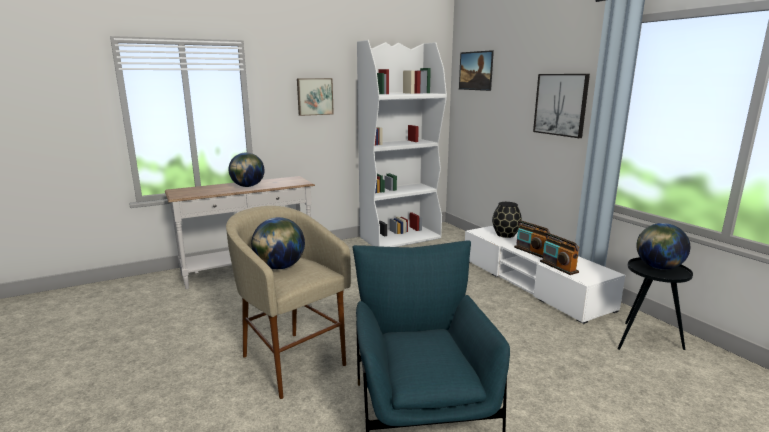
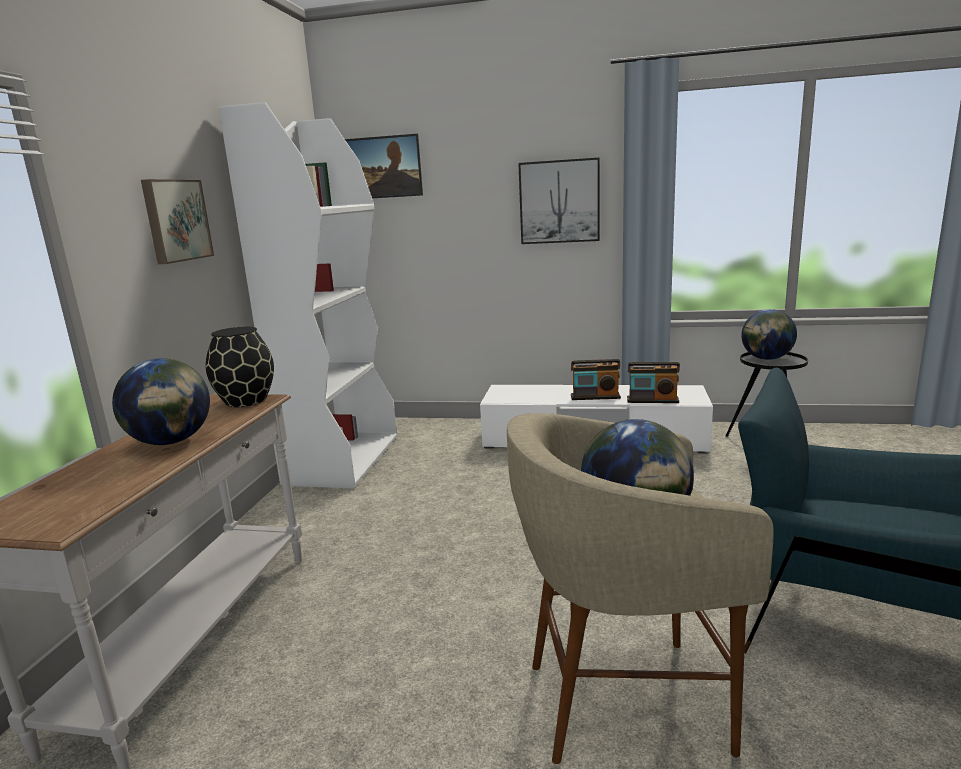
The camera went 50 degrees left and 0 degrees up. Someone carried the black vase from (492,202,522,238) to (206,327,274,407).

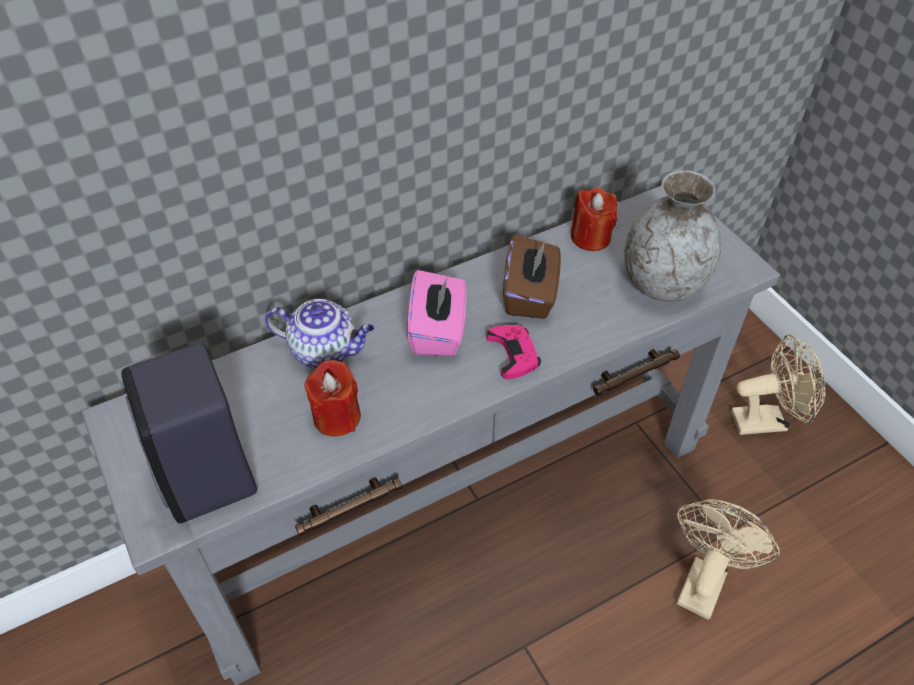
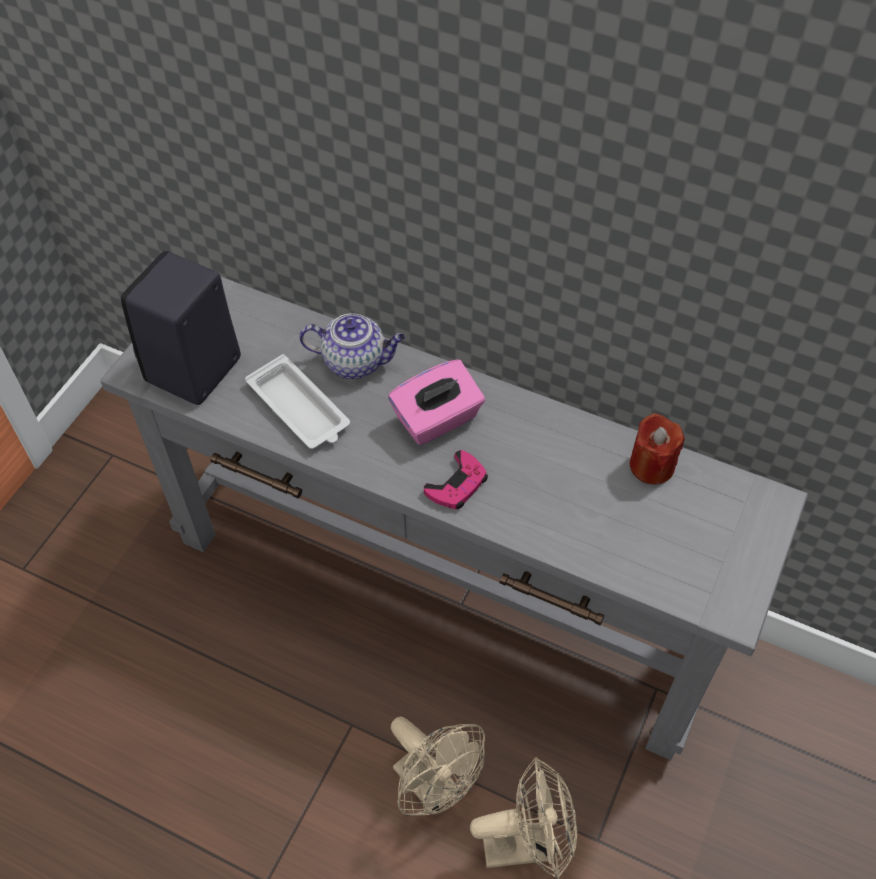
The camera went 55 degrees right and 5 degrees up. Someone swapped the red candle at (304,360,361,437) for the white tray at (245,354,350,449). Someone rotated the teapot at (265,299,374,368) by 60 degrees counterclockwise. Someone carried the beige fan from (731,334,826,435) to (391,717,485,816). Someone took away the brown tissue box at (503,234,561,319). Someone took away the grey vase at (624,170,721,302).

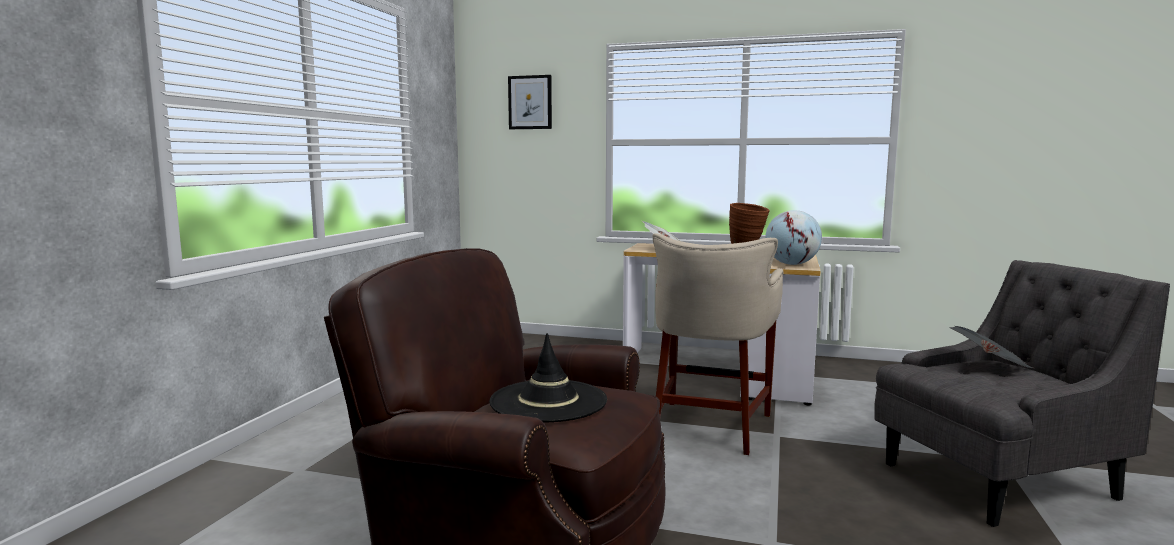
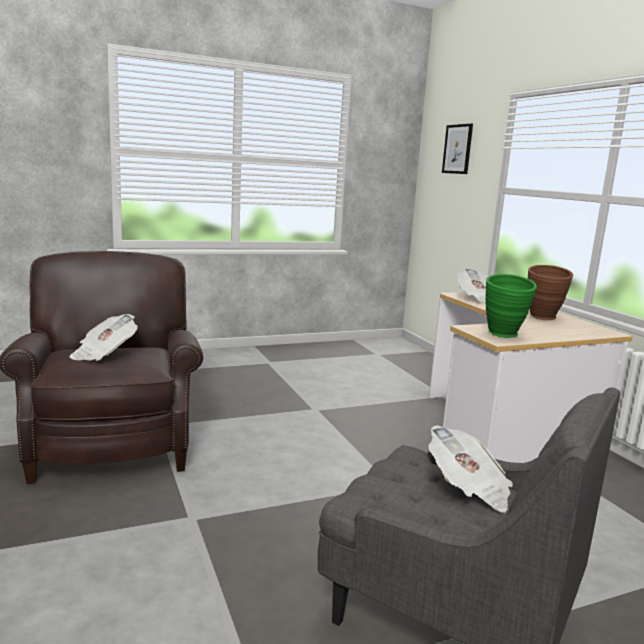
The camera went 50 degrees right and 5 degrees up. Someone swapped the black hat at (489,333,607,422) for the newspaper at (69,314,138,361). Someone swapped the globe at (765,210,822,265) for the green vase at (485,274,537,338). Someone took away the beige stool at (653,233,783,455).

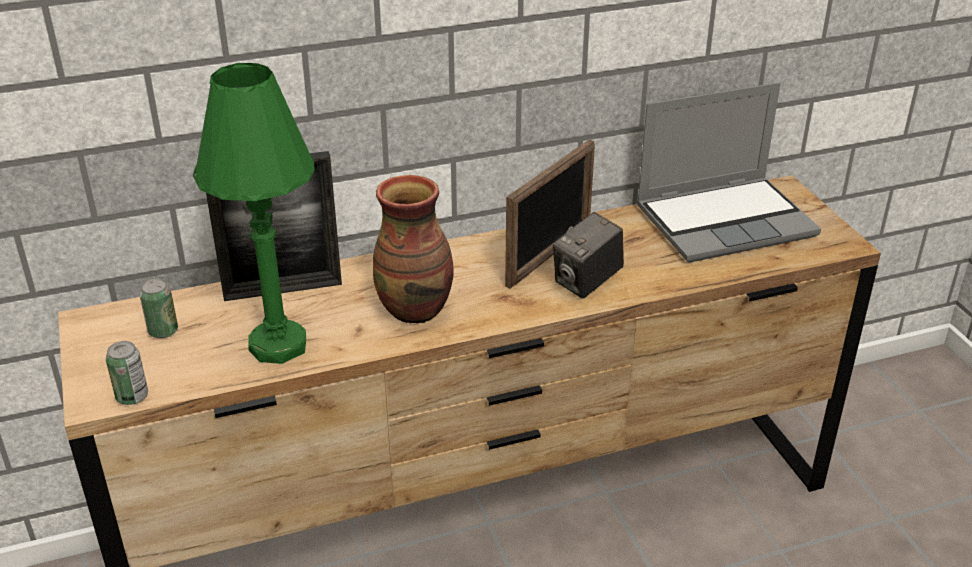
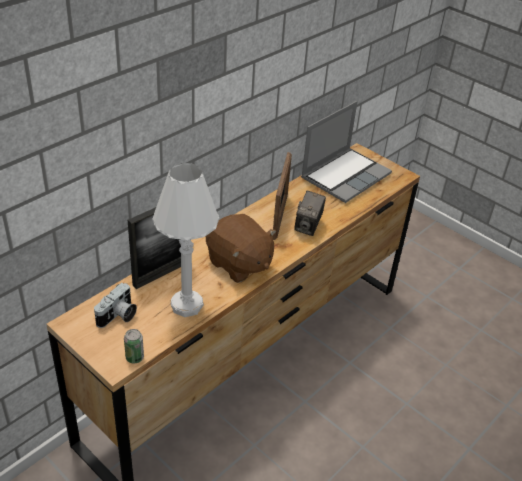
The camera went 30 degrees left and 5 degrees up. Someone swapped the can at (139,278,178,338) for the photo camera at (94,283,137,328). Someone repainted the green table lamp at (193,63,315,364), which became the white table lamp at (152,163,219,317). Someone swapped the vase at (373,175,454,324) for the brown plush toy at (206,214,276,283).

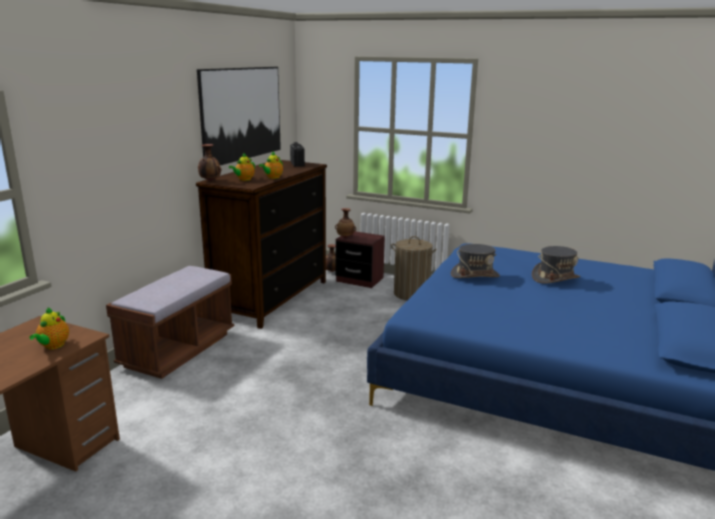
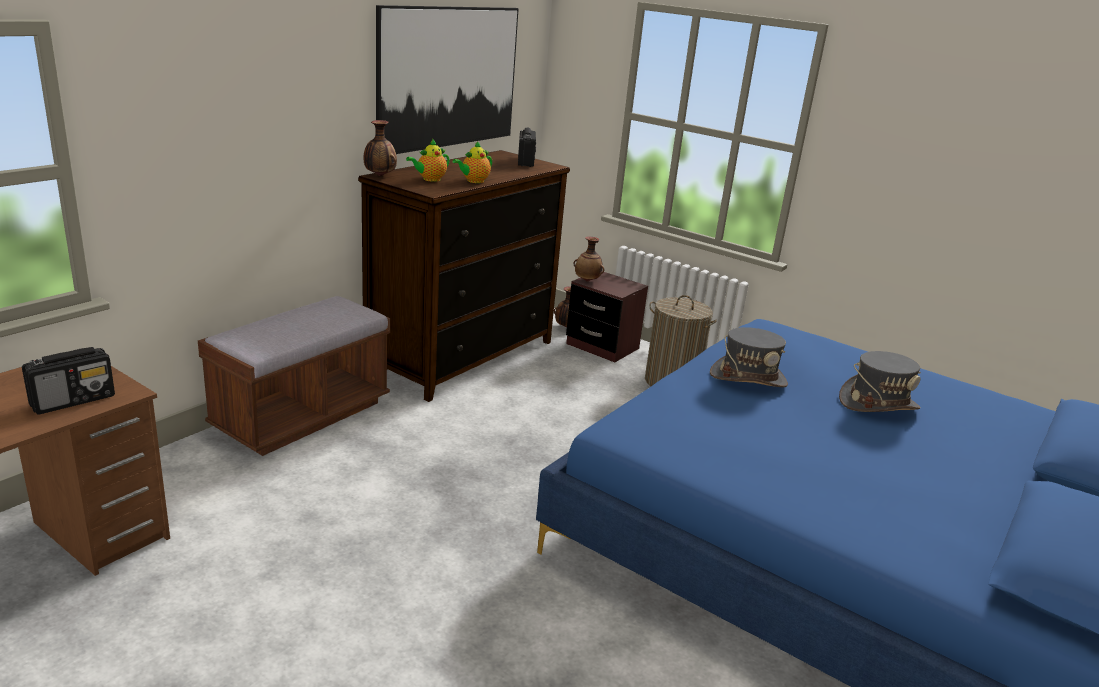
The camera went 10 degrees right and 5 degrees up. Someone swapped the teapot at (29,307,69,349) for the radio at (22,347,115,415).

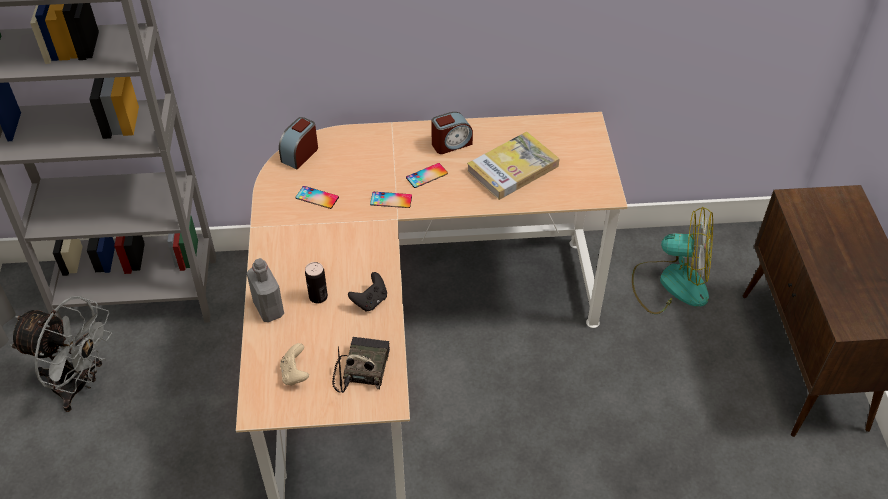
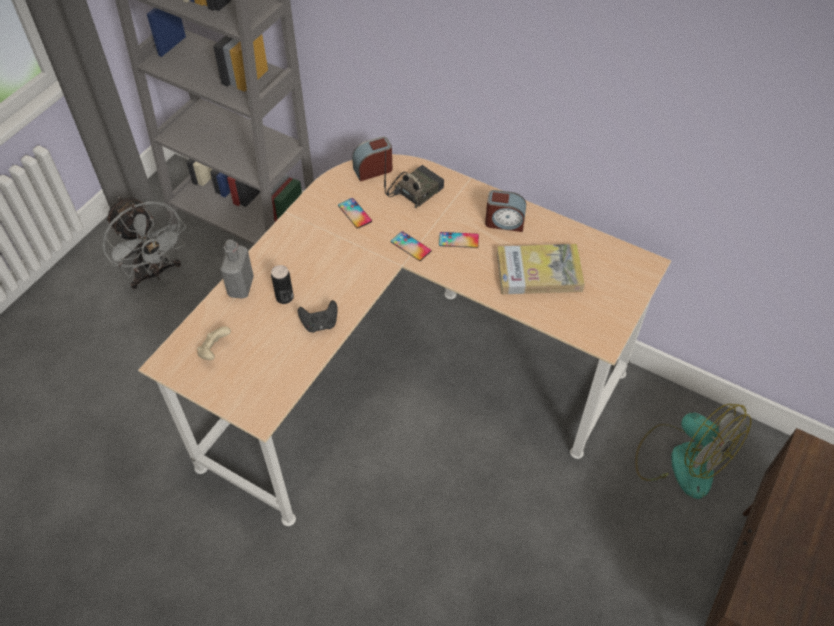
The camera went 35 degrees right and 5 degrees up. Someone carried the radio from (332,337,390,393) to (384,149,444,208).

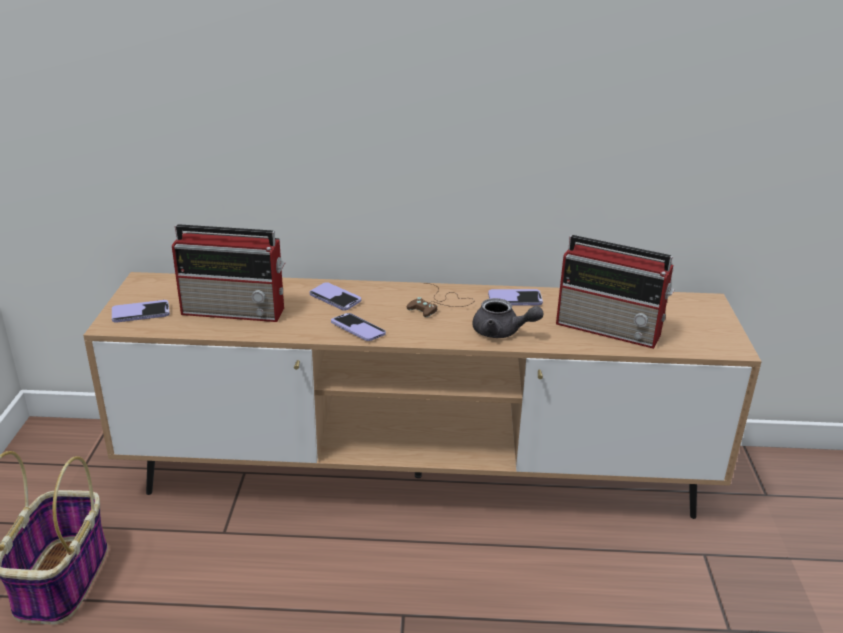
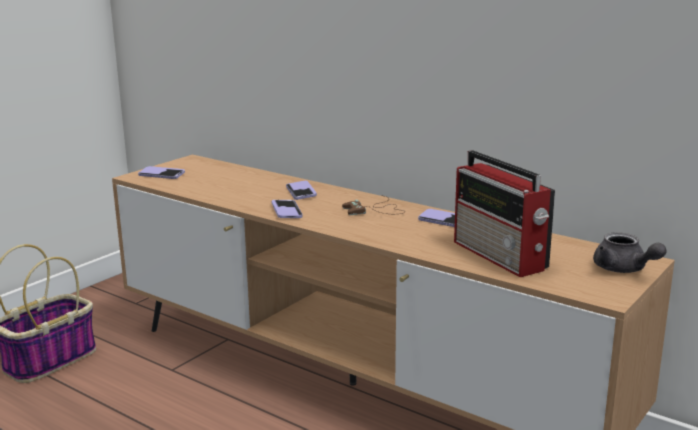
The camera went 35 degrees right and 10 degrees down. Someone carried the grey teapot from (472,298,543,338) to (593,233,667,273). Someone took away the radio at (172,224,285,322).

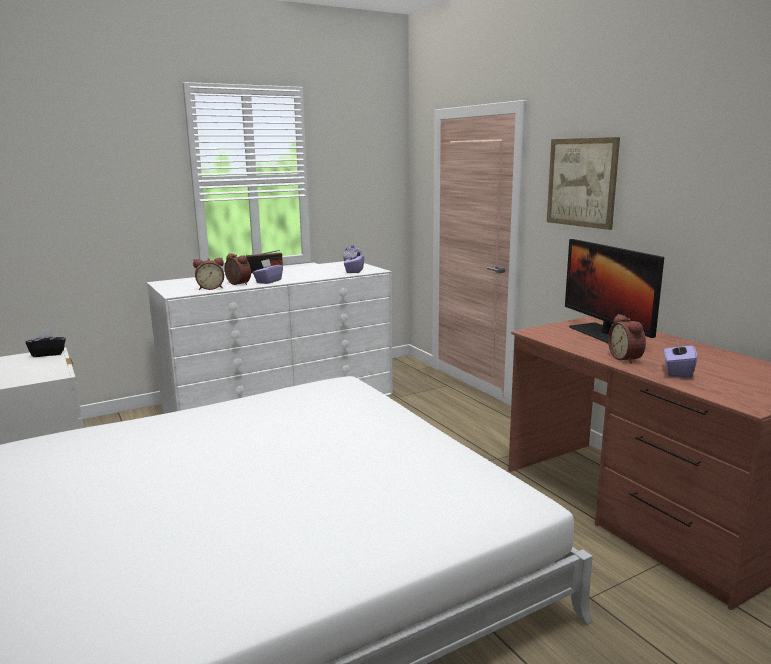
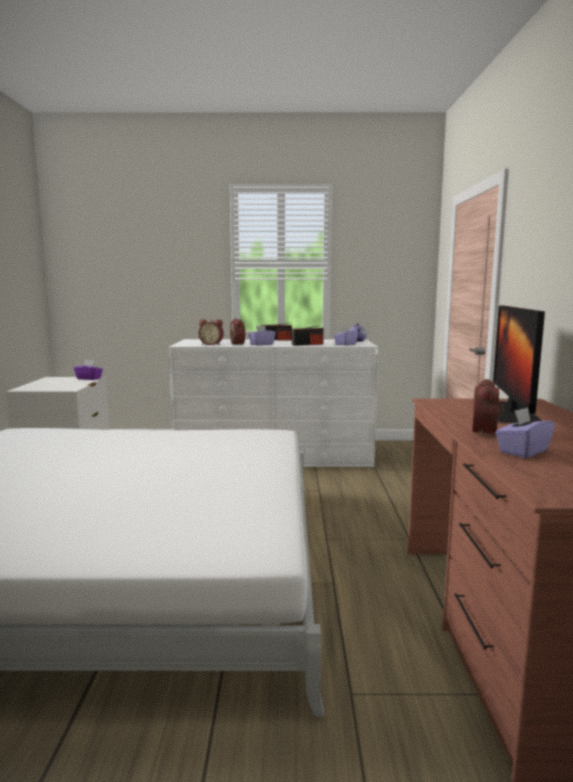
The camera went 30 degrees right and 5 degrees down. Someone repainted the black tissue box at (26,328,66,357), which became the purple tissue box at (74,360,103,380). Someone put down the radio at (292,325,324,346). Someone took away the picture at (547,137,620,230).

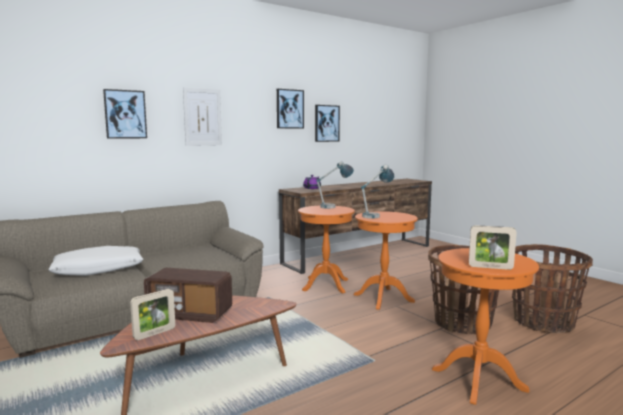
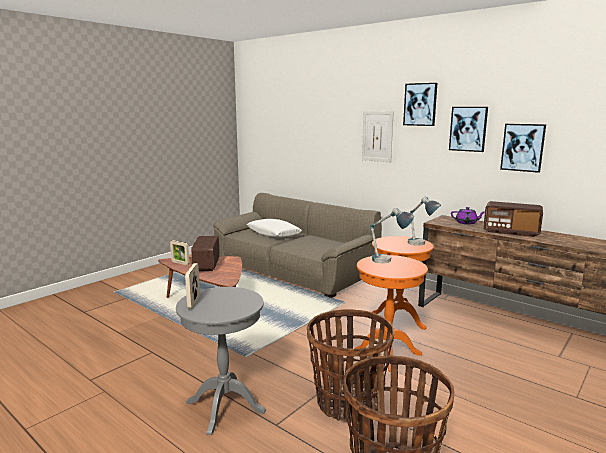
The camera went 75 degrees right and 5 degrees up. Someone repainted the orange side table at (432,248,539,405), which became the grey side table at (176,287,266,435). Someone carried the picture from (103,89,147,139) to (403,83,437,126). Someone put down the radio at (483,201,543,237).

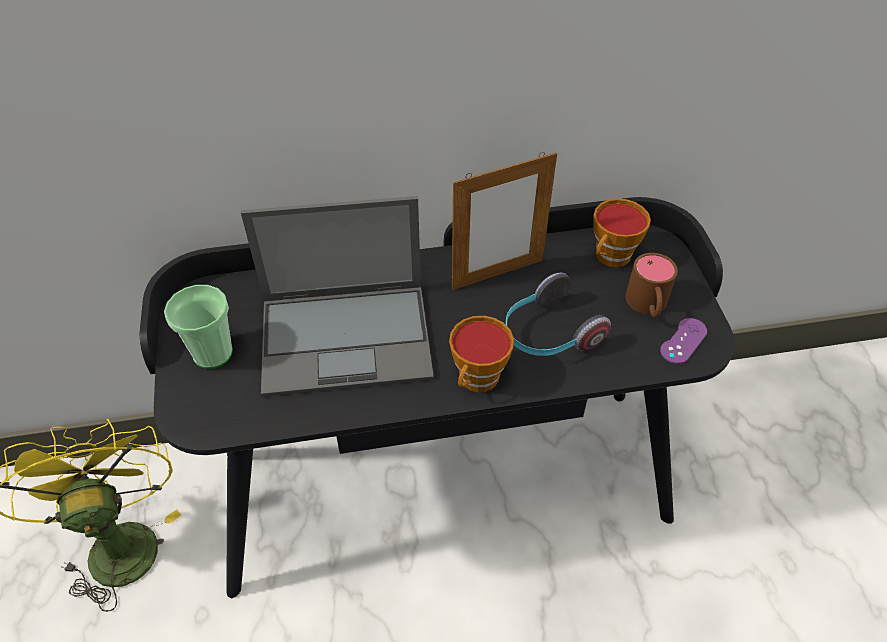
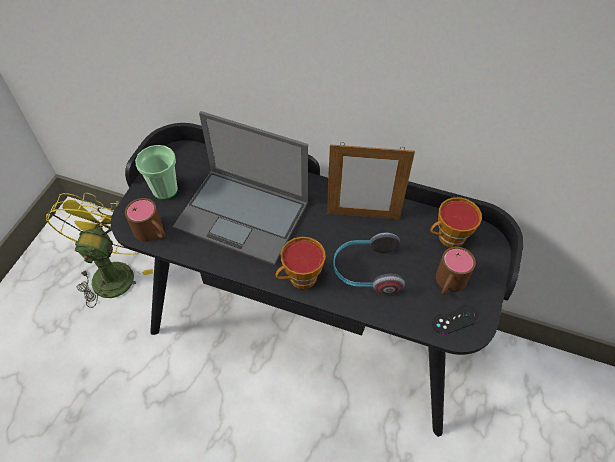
The camera went 30 degrees right and 5 degrees up. Someone put down the brown mug at (125,198,165,242). Someone repainted the purple game controller at (660,318,707,364), which became the black game controller at (432,305,479,335).

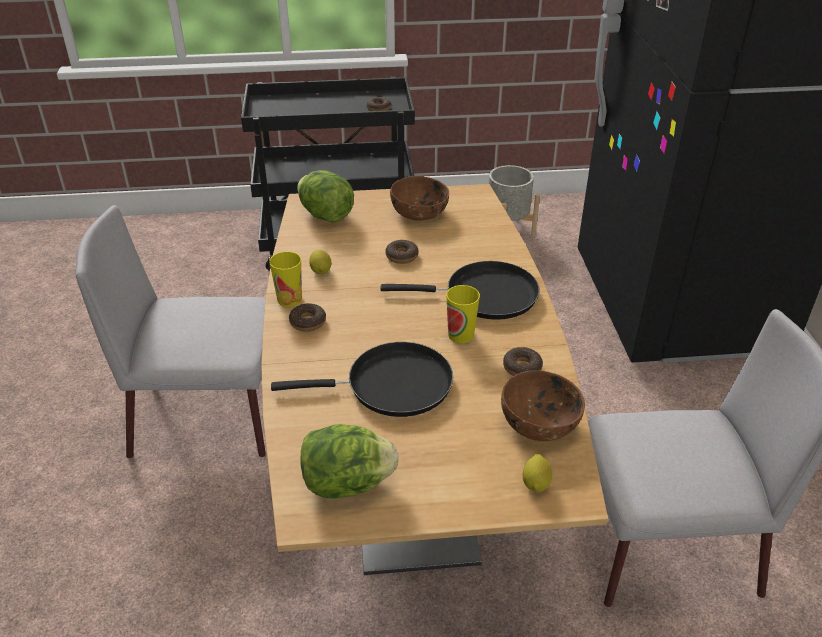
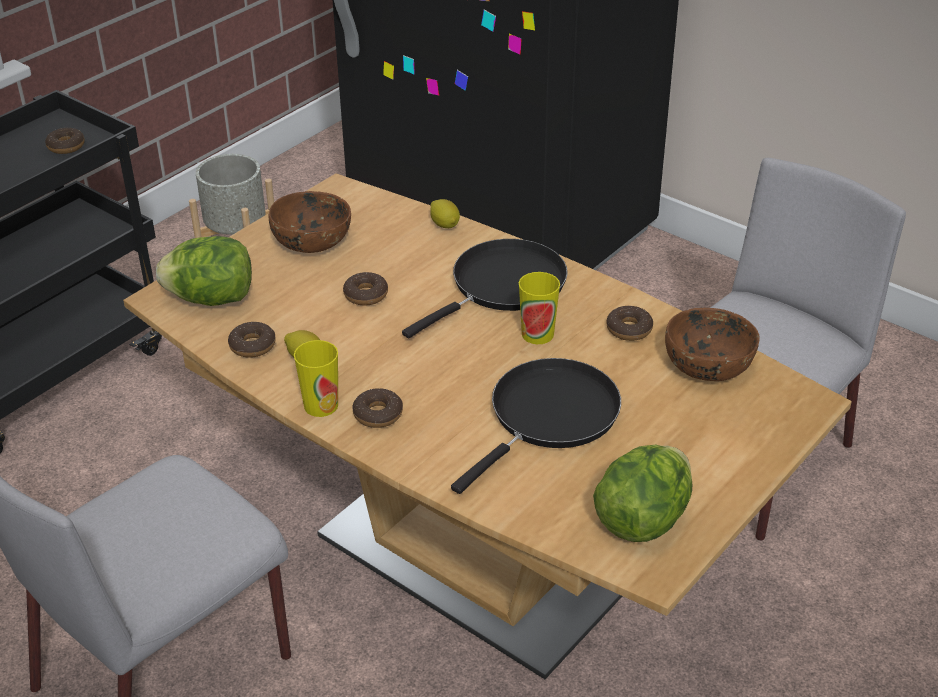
The camera went 45 degrees left and 0 degrees up. Someone put down the donut at (228,322,276,358). Someone carried the lemon from (523,454,553,492) to (430,199,460,228).

